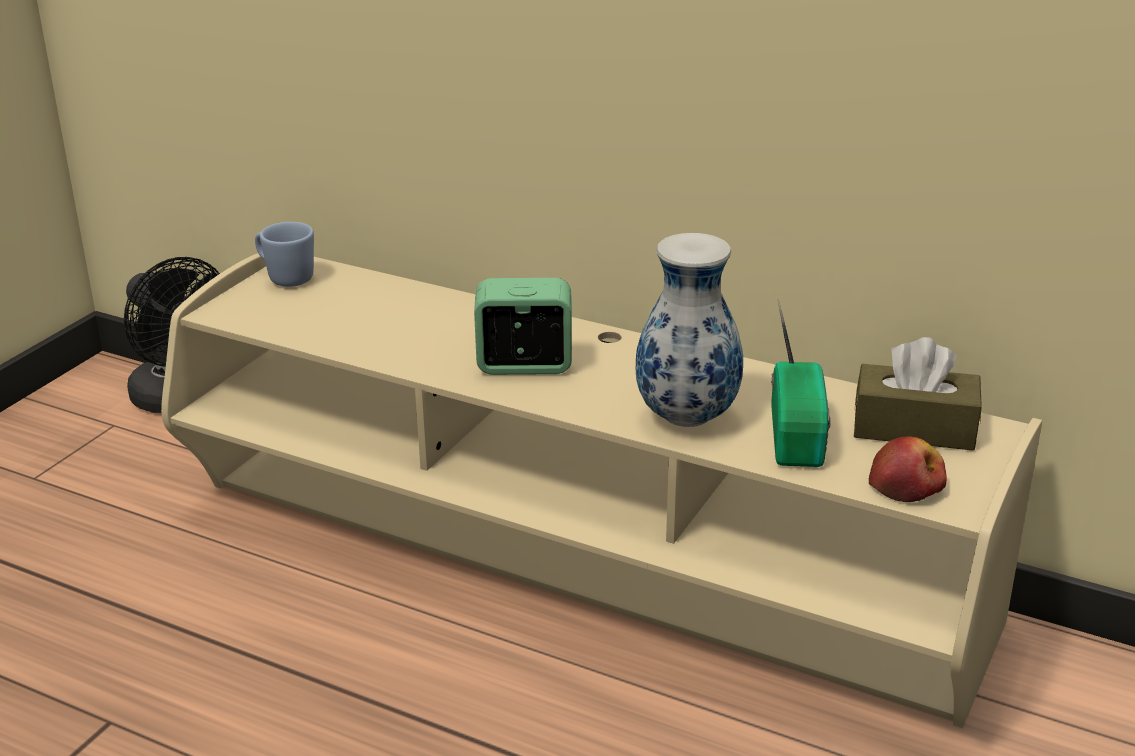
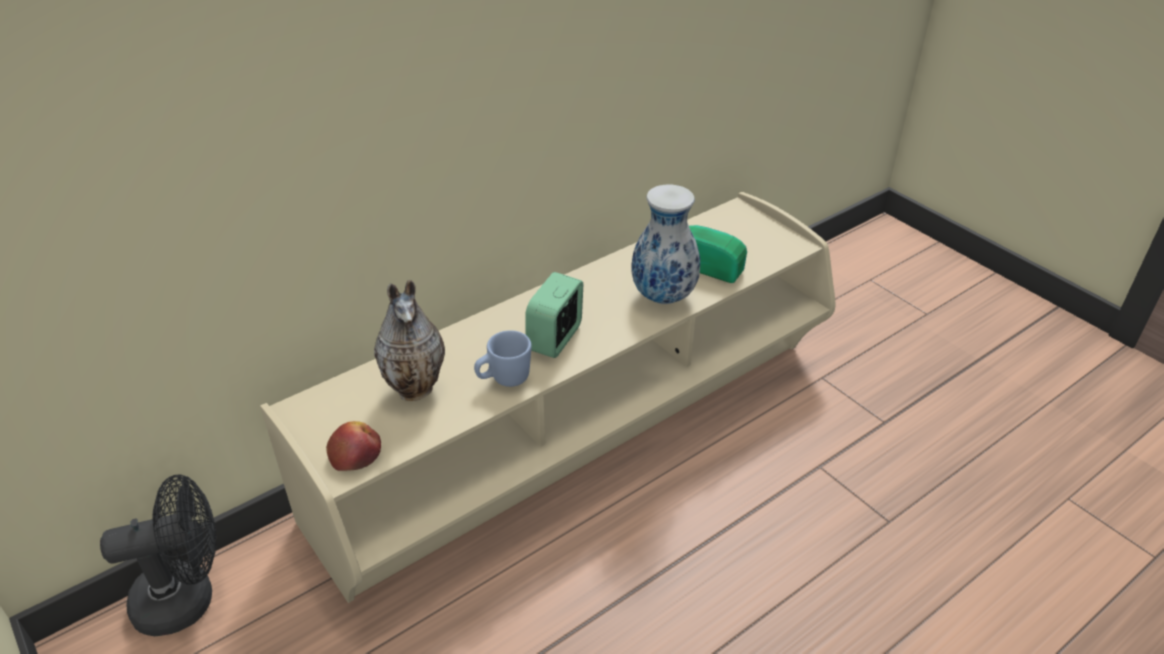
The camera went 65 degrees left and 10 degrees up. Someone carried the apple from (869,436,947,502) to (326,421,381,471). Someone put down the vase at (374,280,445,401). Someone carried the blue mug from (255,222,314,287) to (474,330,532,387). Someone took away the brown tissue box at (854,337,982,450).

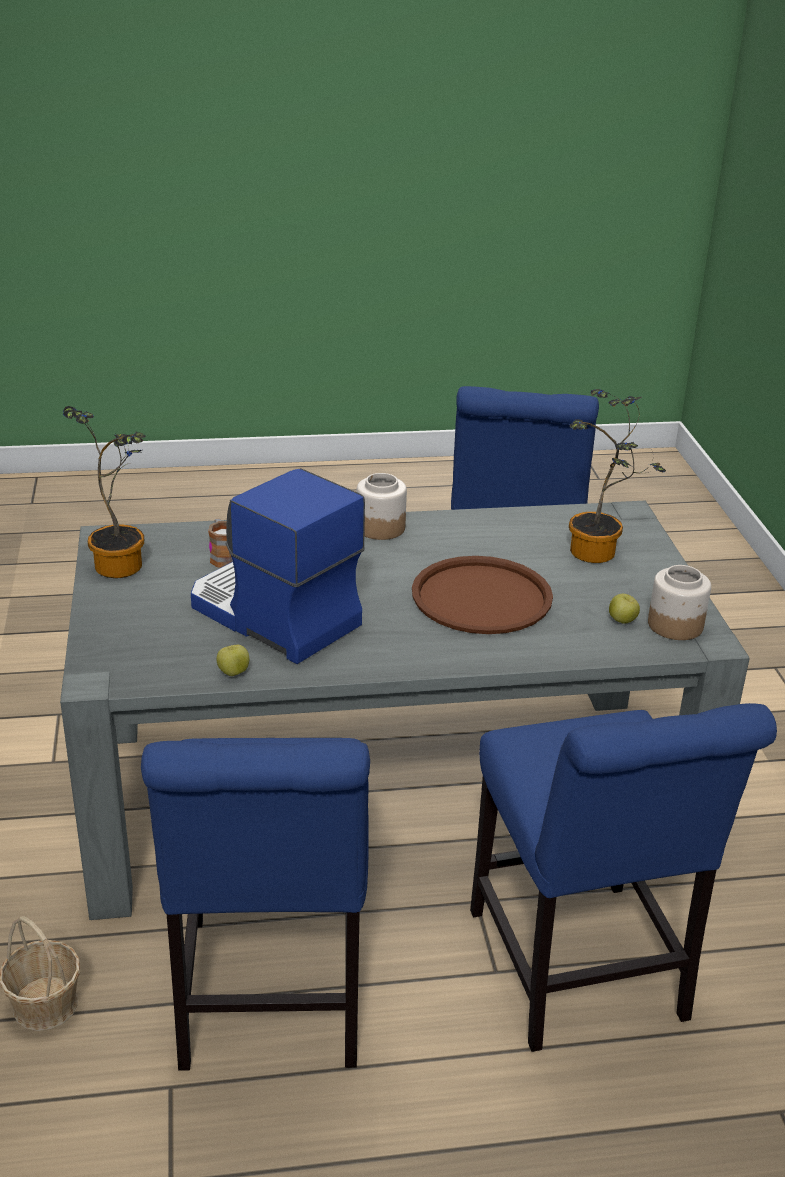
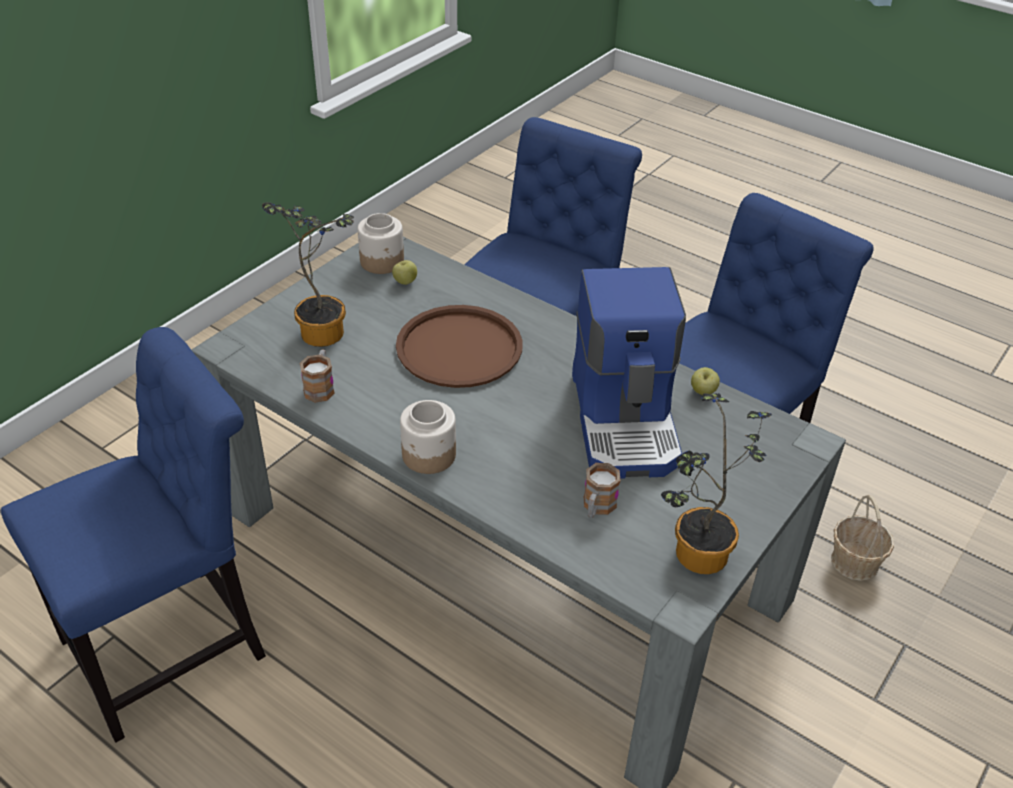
The camera went 135 degrees left and 10 degrees up. Someone put down the mug at (300,350,335,403).

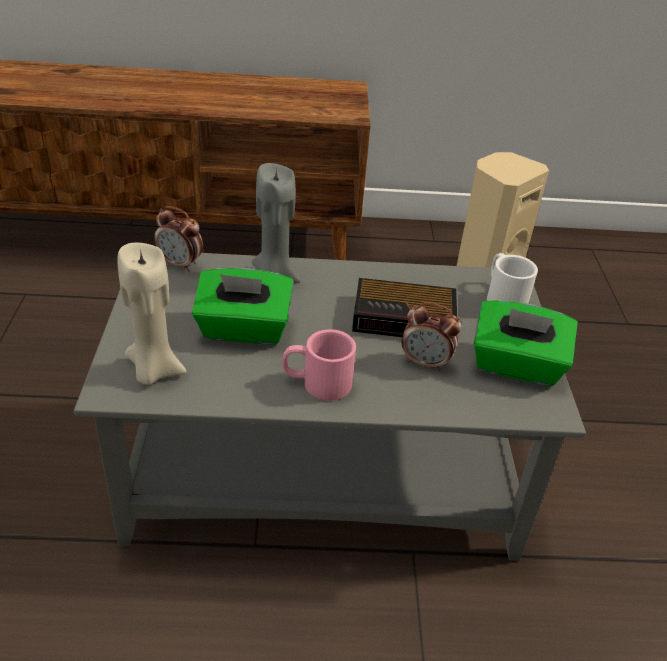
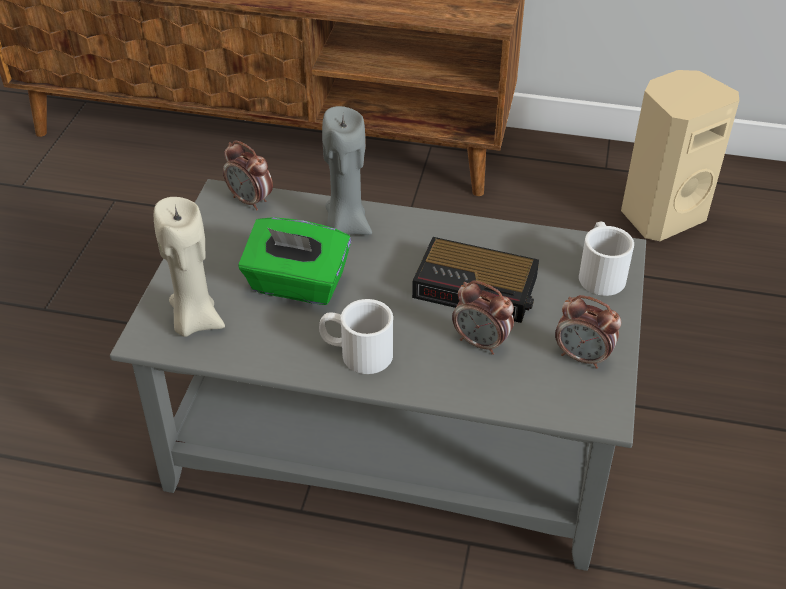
The camera went 15 degrees right and 5 degrees up. Someone repainted the pink mug at (282,329,356,401), which became the white mug at (319,299,393,374). Someone swapped the green tissue box at (474,300,578,386) for the alarm clock at (555,295,621,369).

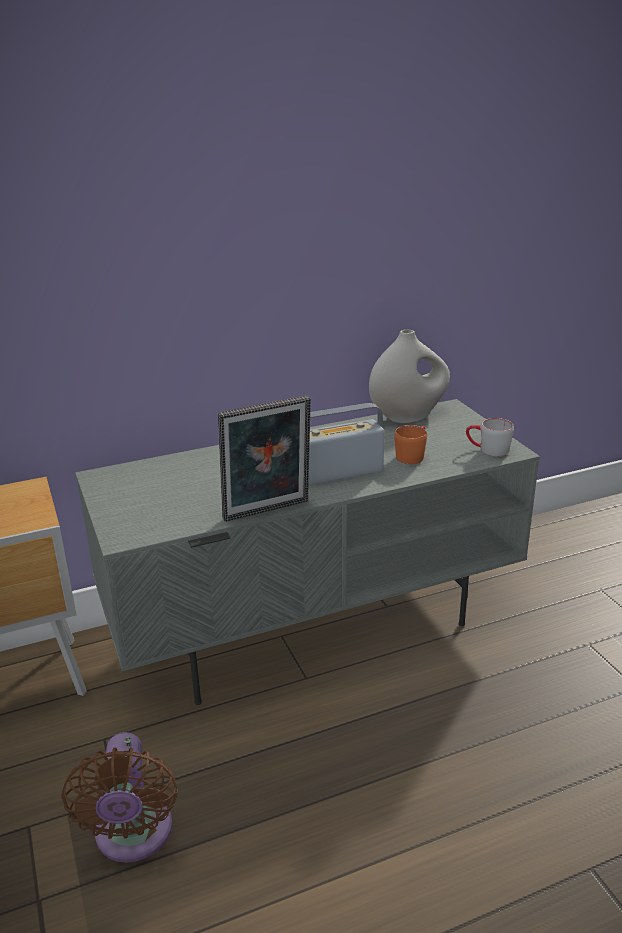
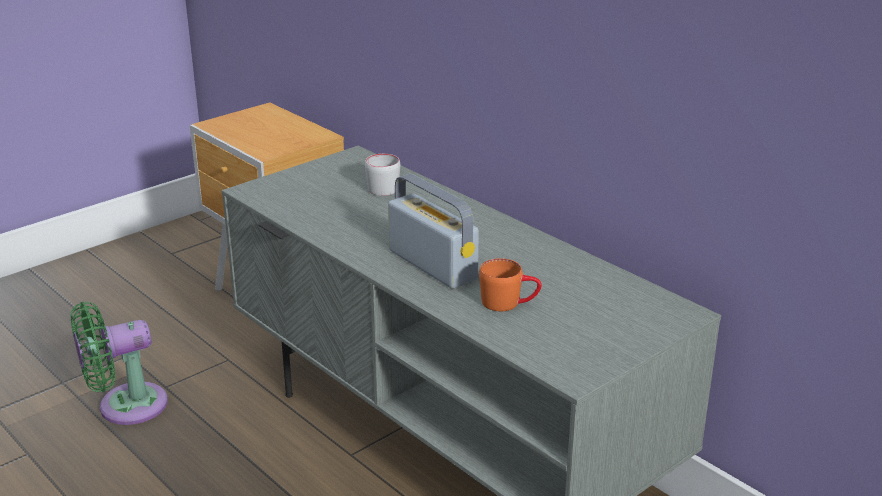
The camera went 70 degrees right and 0 degrees up. Someone repainted the brown fan at (61,732,178,862), which became the green fan at (71,302,168,425). Someone carried the grey mug from (466,418,514,457) to (365,153,400,196). Someone took away the picture frame at (218,395,311,522). Someone took away the white vase at (369,330,450,423).

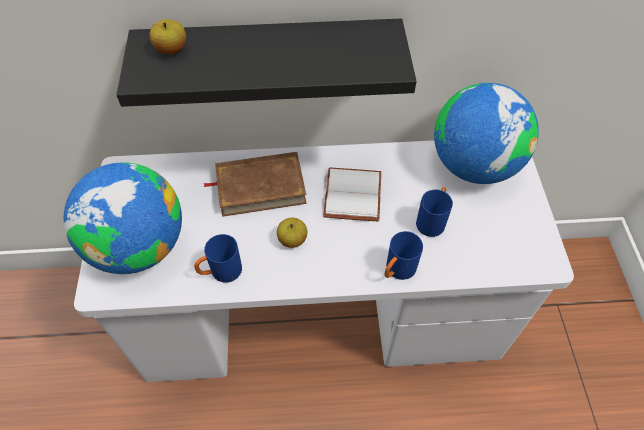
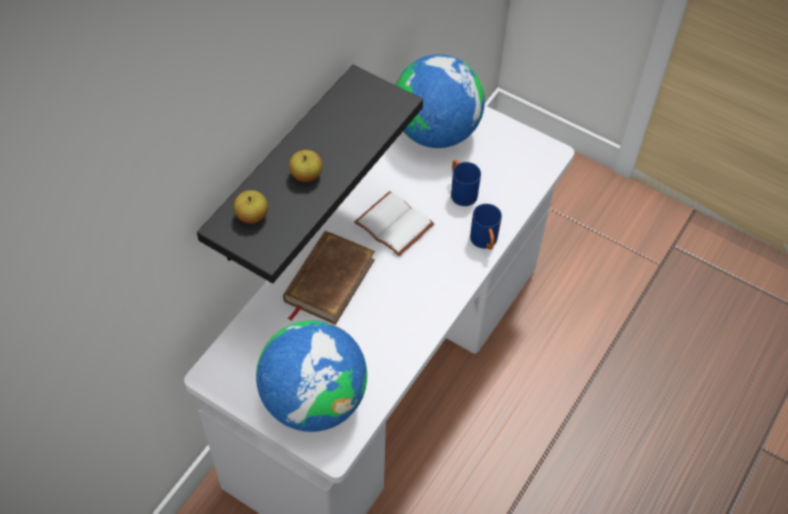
The camera went 55 degrees left and 0 degrees up. Someone carried the apple from (277,218,307,248) to (289,150,322,182). Someone took away the blue mug at (194,234,242,283).

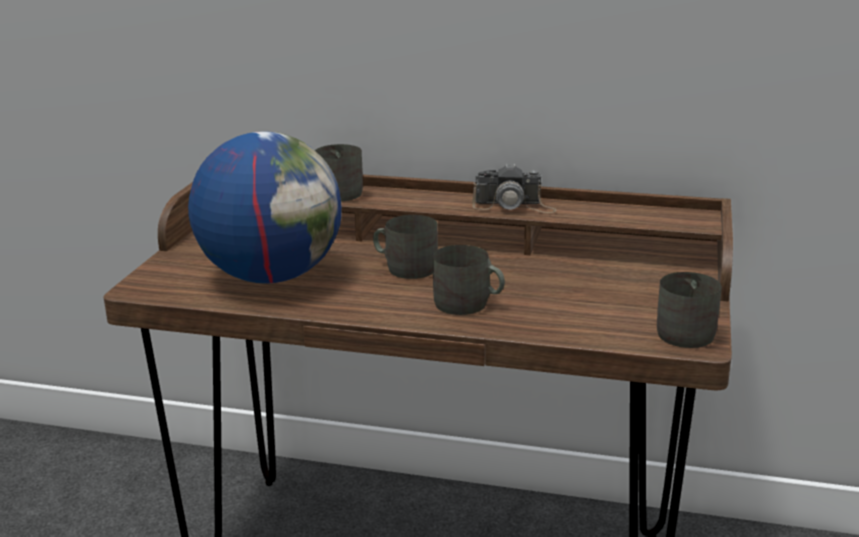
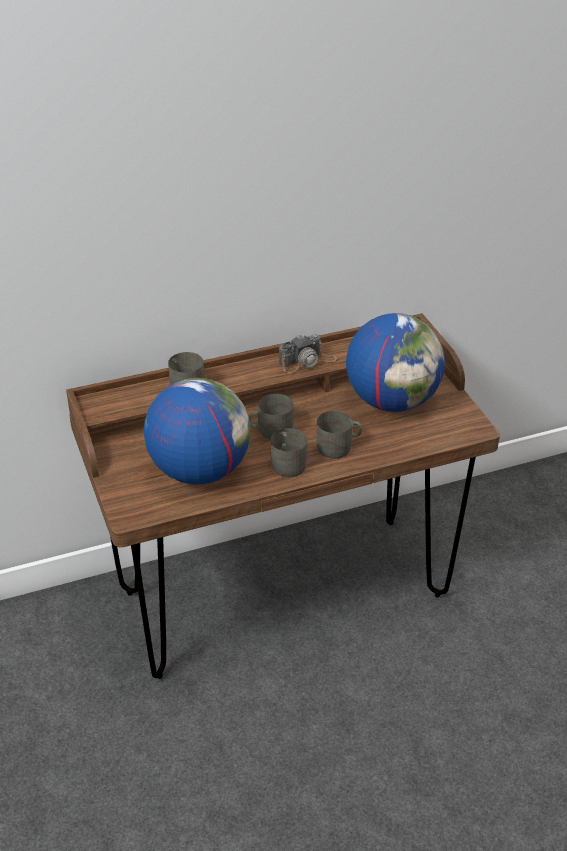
The camera went 35 degrees left and 15 degrees up. Someone carried the grey mug from (657,272,722,348) to (271,428,307,477). Someone put down the globe at (346,313,445,412).

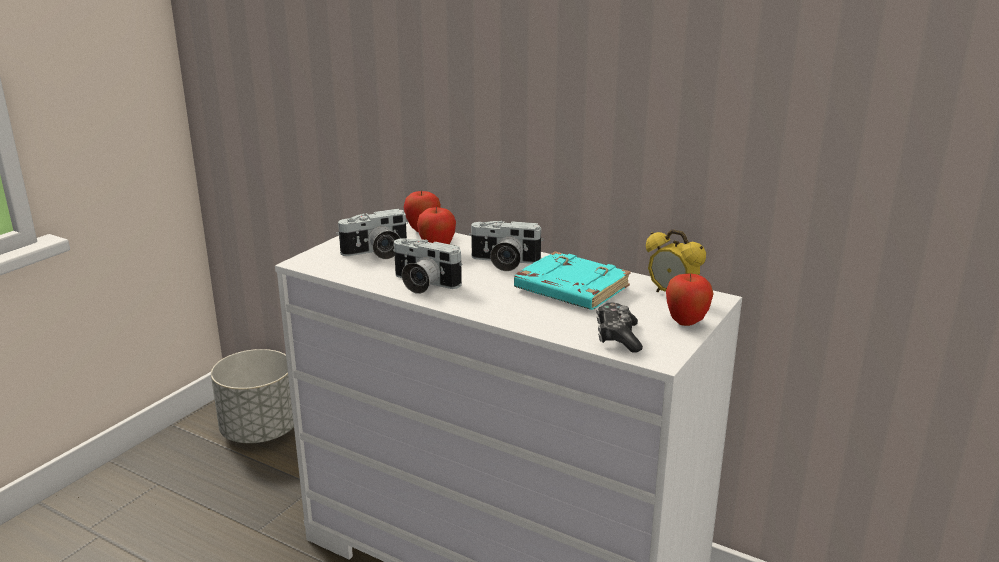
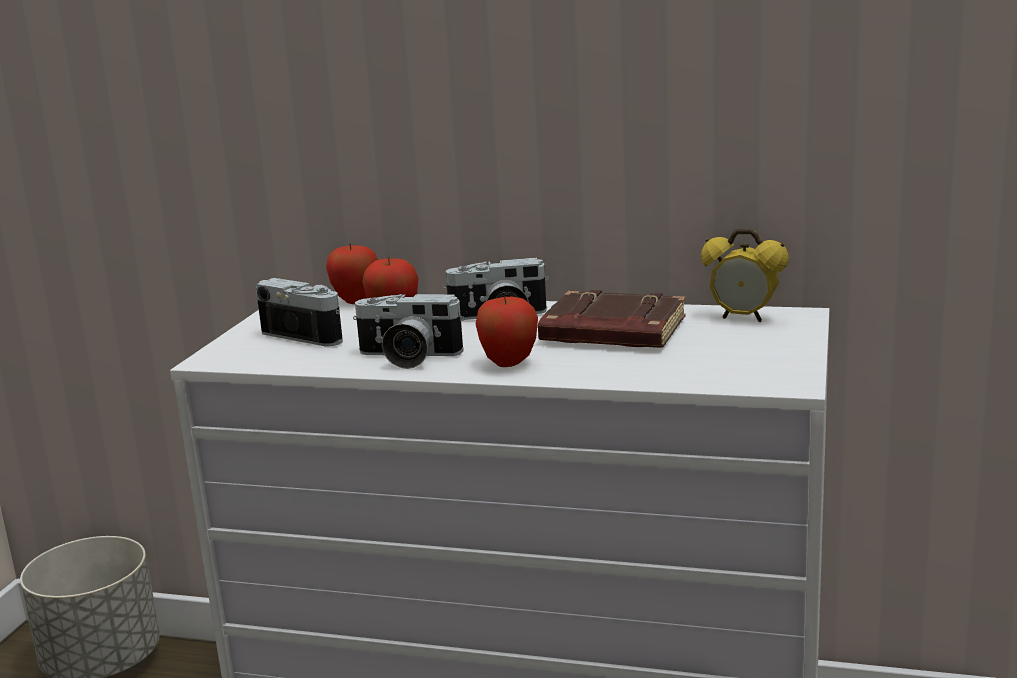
The camera went 15 degrees left and 5 degrees down. Someone rotated the photo camera at (336,209,408,259) by 105 degrees counterclockwise. Someone carried the apple from (666,274,714,326) to (476,295,538,367). Someone repainted the turquoise book at (514,251,631,310), which became the brown book at (538,290,686,348). Someone took away the game controller at (596,303,643,353).

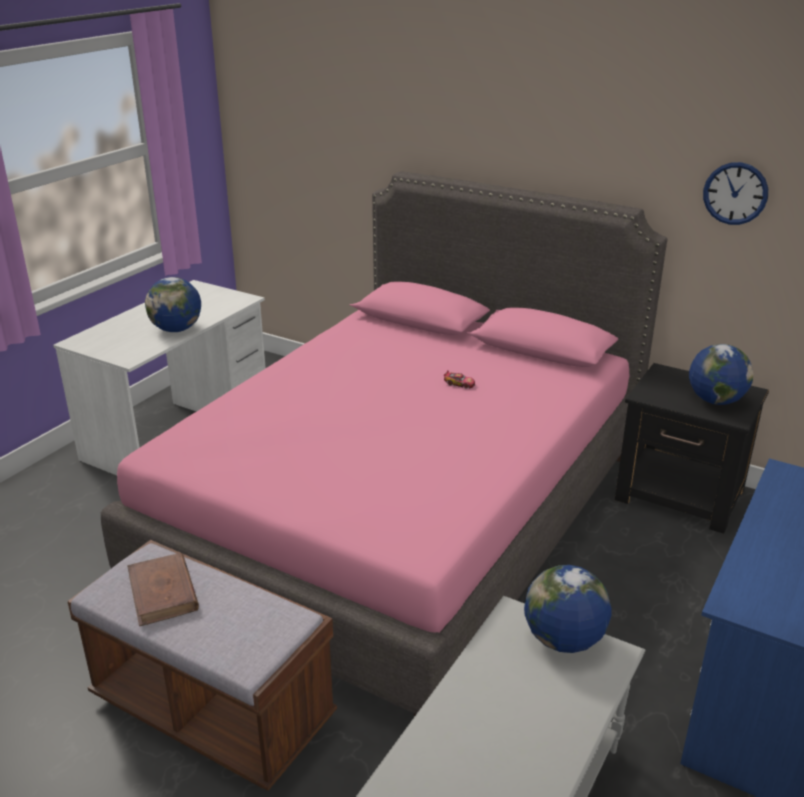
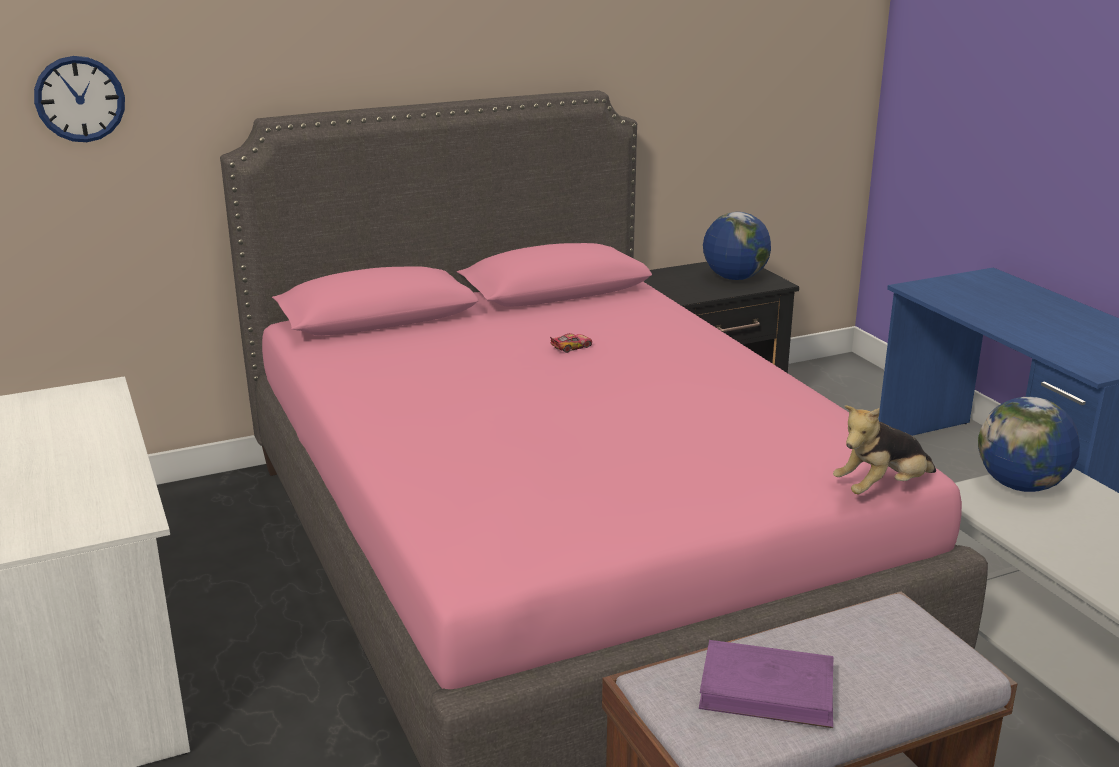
The camera went 55 degrees left and 5 degrees down. Someone carried the wall clock from (703,162,768,225) to (34,56,125,142). Someone repainted the brown book at (127,553,199,626), which became the purple book at (699,640,834,728). Someone put down the plush toy at (833,405,936,494). Someone took away the globe at (145,277,201,332).

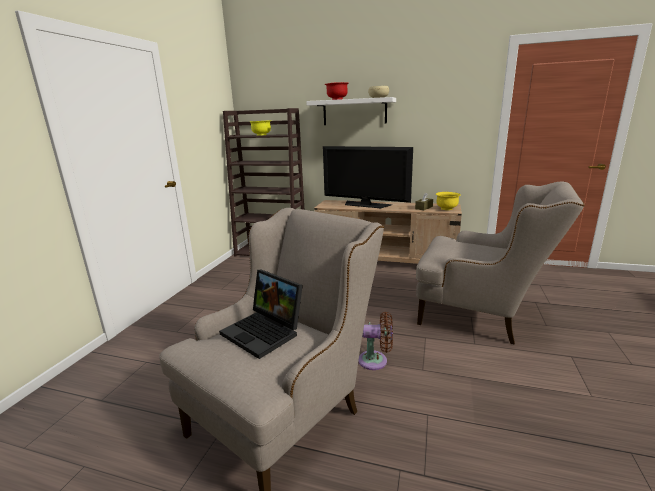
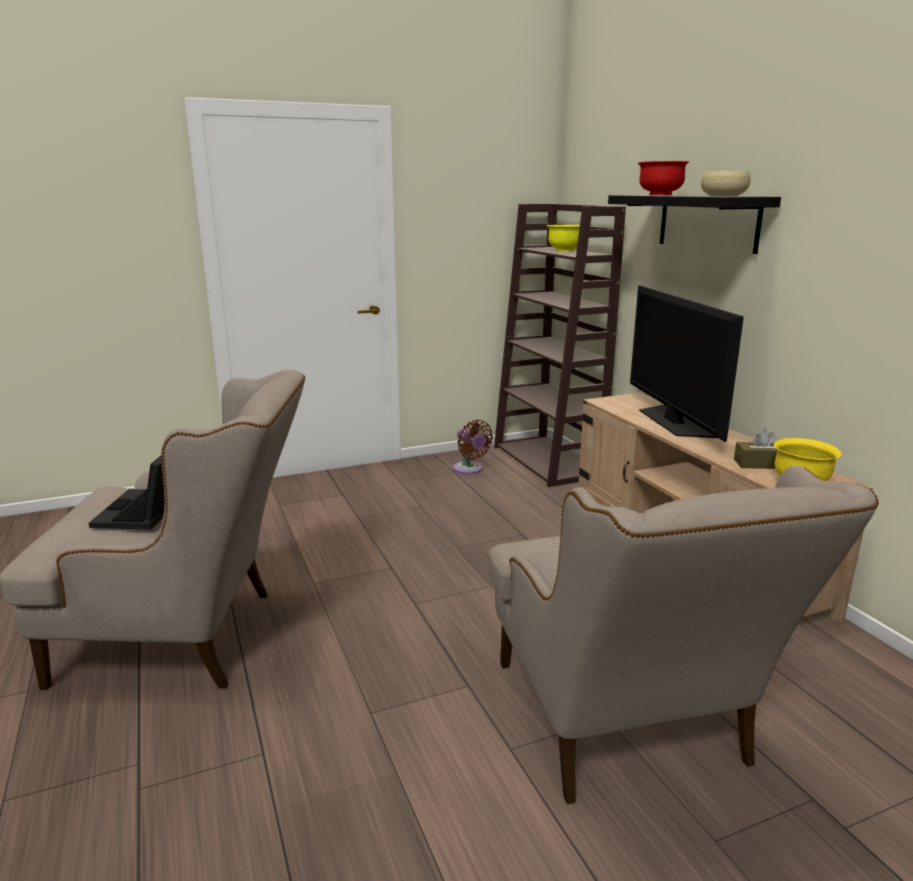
The camera went 50 degrees right and 0 degrees up. Someone carried the brown fan from (358,312,393,370) to (453,420,493,474). Someone repainted the white shelf at (306,97,396,125), which became the black shelf at (608,195,781,254).

